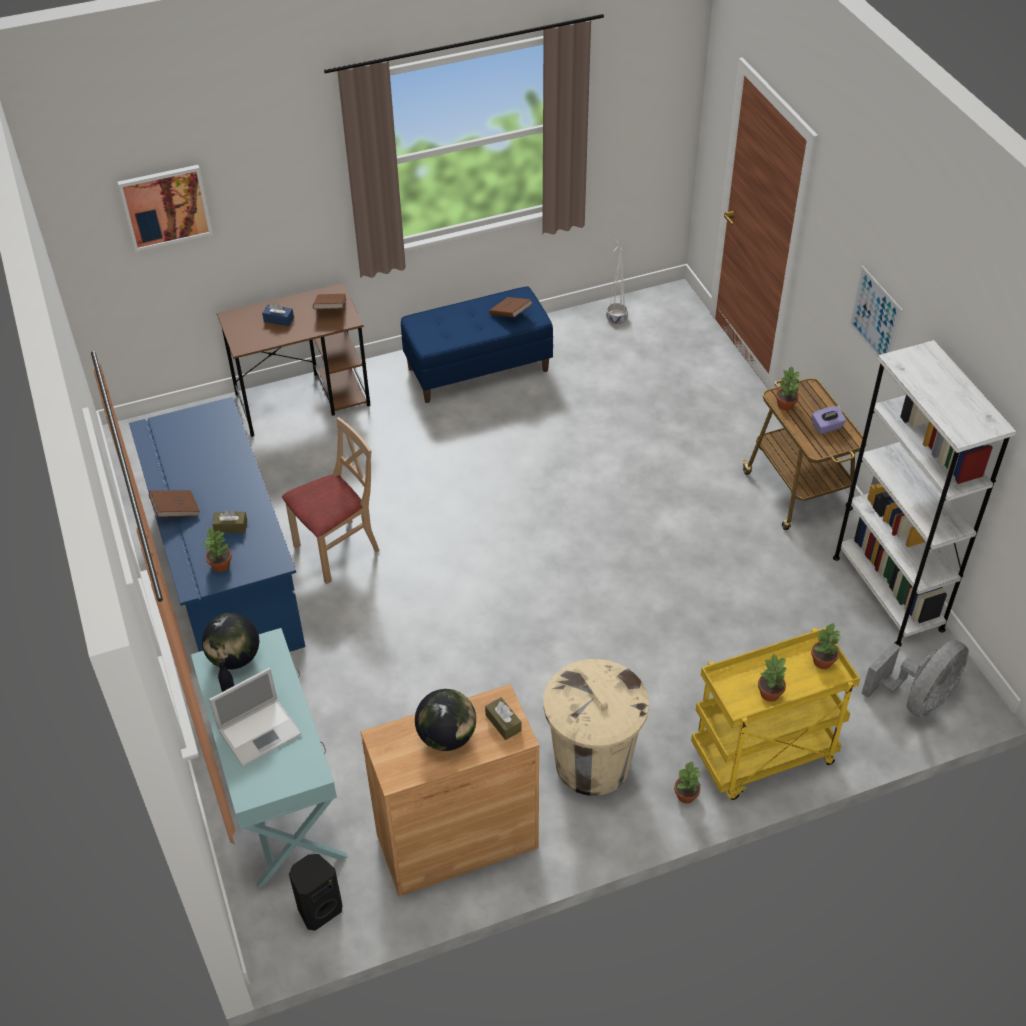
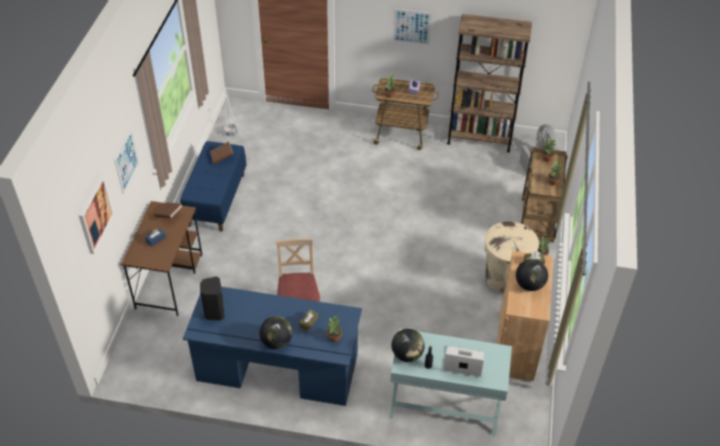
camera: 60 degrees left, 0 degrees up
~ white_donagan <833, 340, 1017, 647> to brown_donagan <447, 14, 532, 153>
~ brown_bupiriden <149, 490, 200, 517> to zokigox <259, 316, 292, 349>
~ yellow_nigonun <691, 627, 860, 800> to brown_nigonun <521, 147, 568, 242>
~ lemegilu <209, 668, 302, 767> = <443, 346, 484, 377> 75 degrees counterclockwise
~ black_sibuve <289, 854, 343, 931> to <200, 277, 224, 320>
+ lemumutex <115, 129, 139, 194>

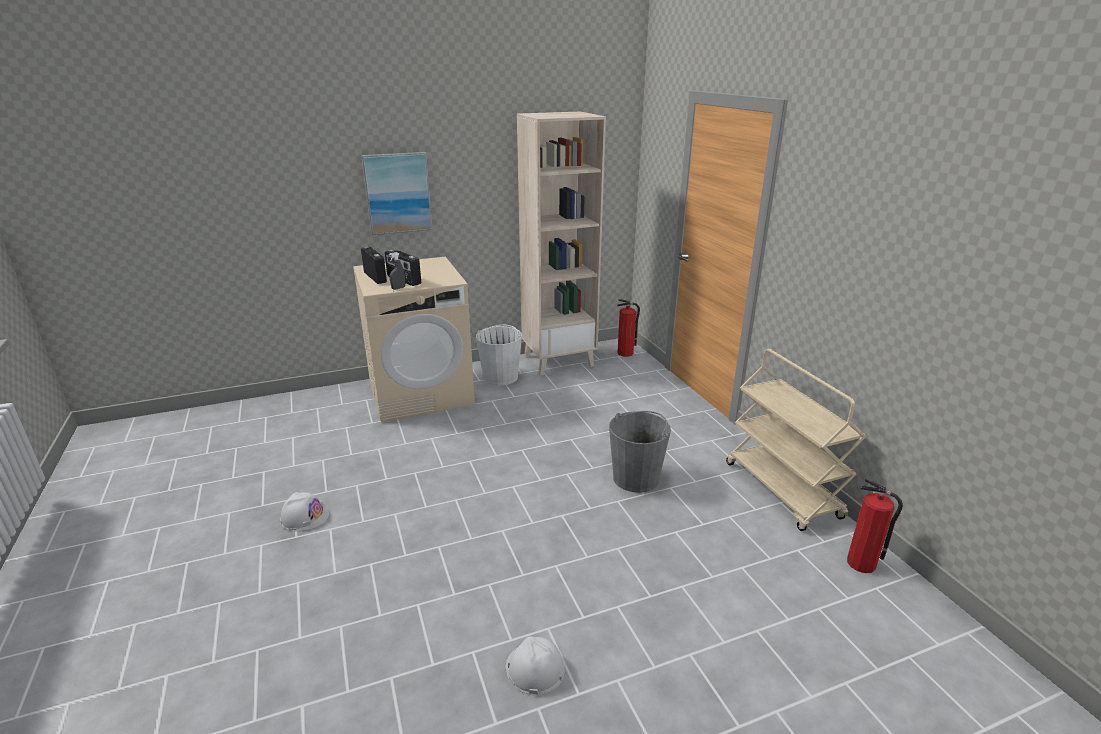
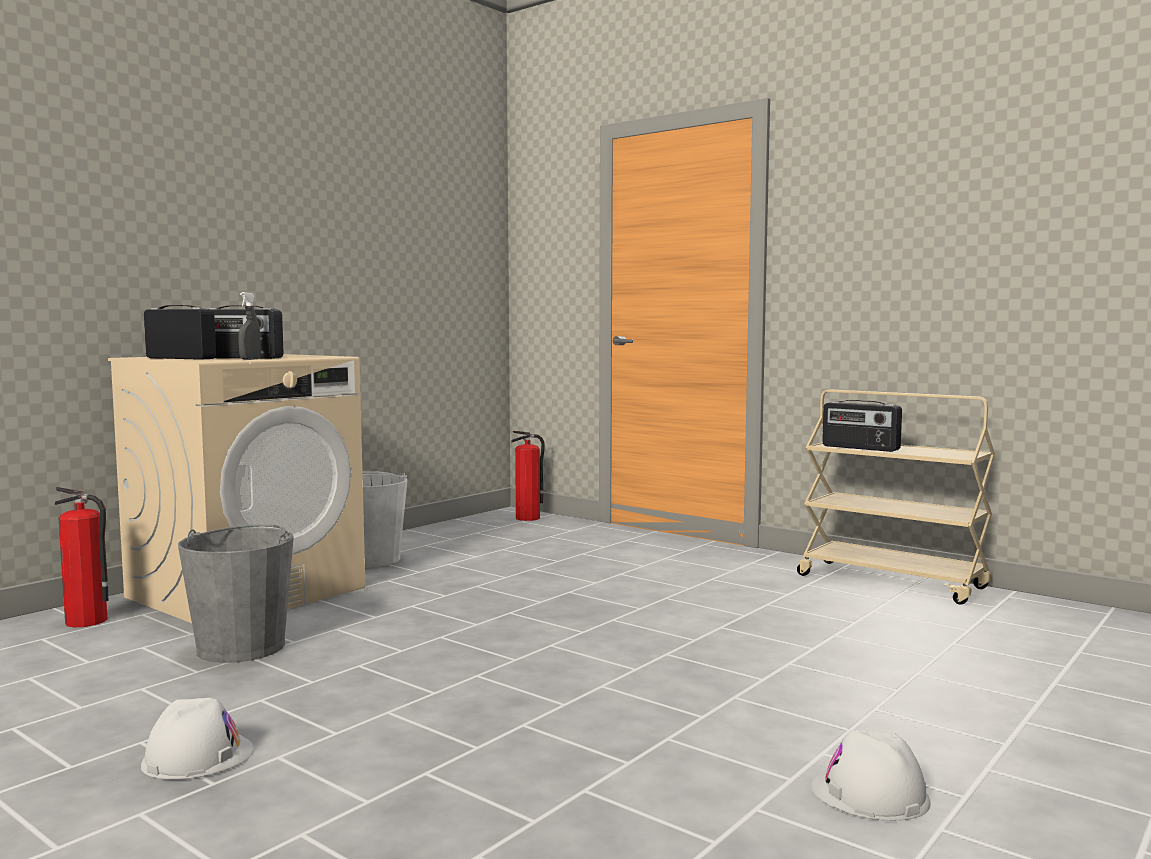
camera: 30 degrees left, 20 degrees down
- beige_donagan <517, 112, 606, 376>
- lemumutex <361, 152, 433, 235>
~ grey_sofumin <609, 411, 671, 493> to <178, 524, 294, 663>
~ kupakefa <847, 478, 903, 573> to <55, 487, 108, 627>
+ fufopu <822, 400, 902, 452>

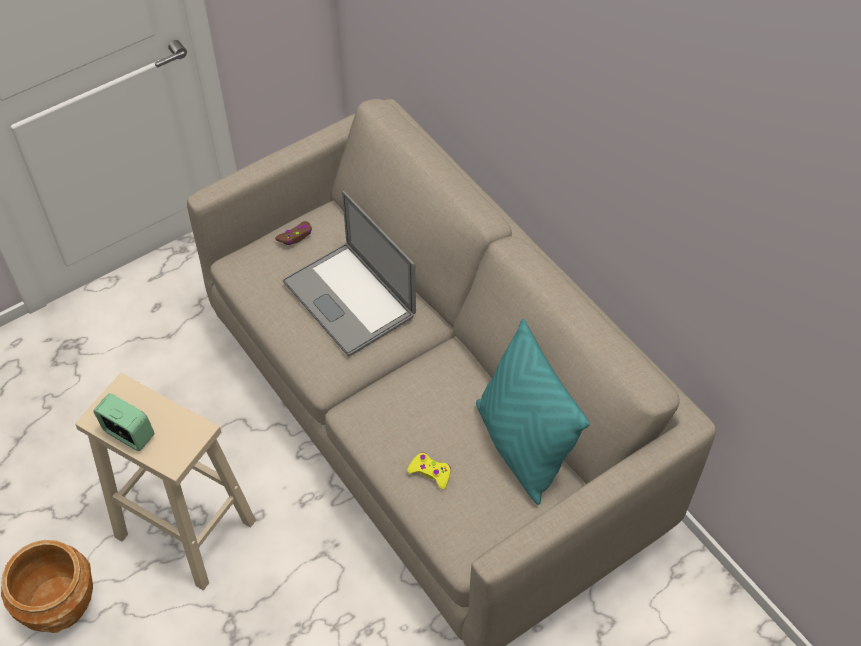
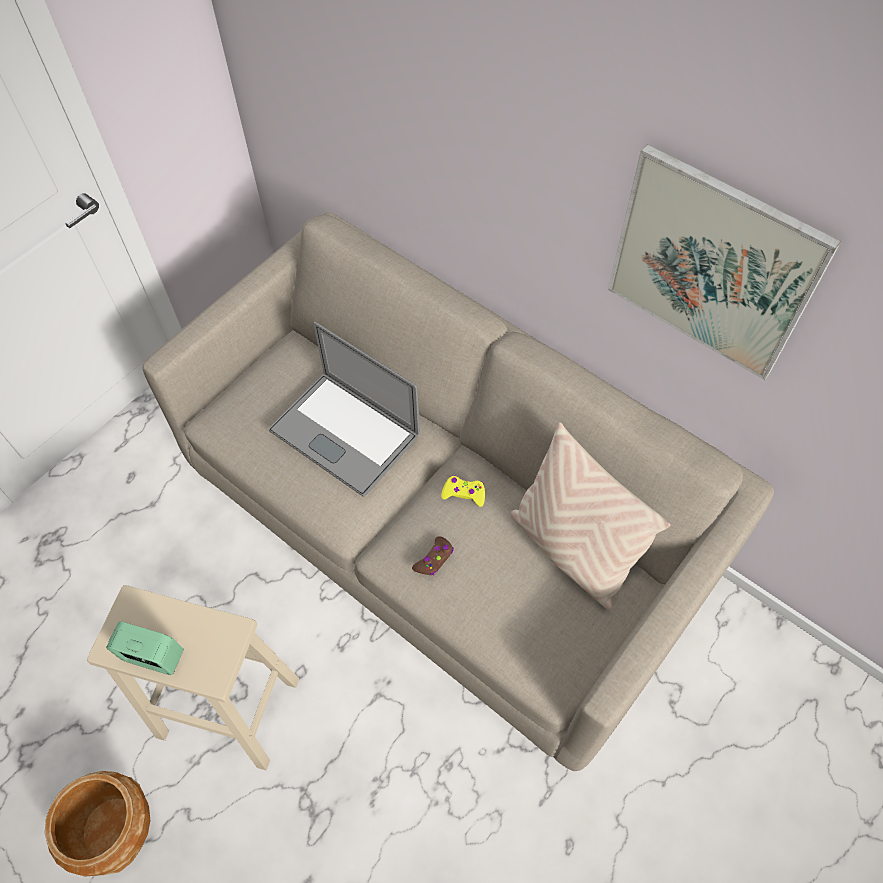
camera: 15 degrees left, 5 degrees up
~ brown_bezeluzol <275, 221, 312, 245> to <412, 536, 454, 575>
~ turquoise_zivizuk <476, 319, 590, 505> to beige_zivizuk <510, 422, 670, 610>
~ yellow_bezeluzol <407, 452, 451, 489> to <441, 475, 485, 507>
+ lemumutex <608, 144, 842, 380>

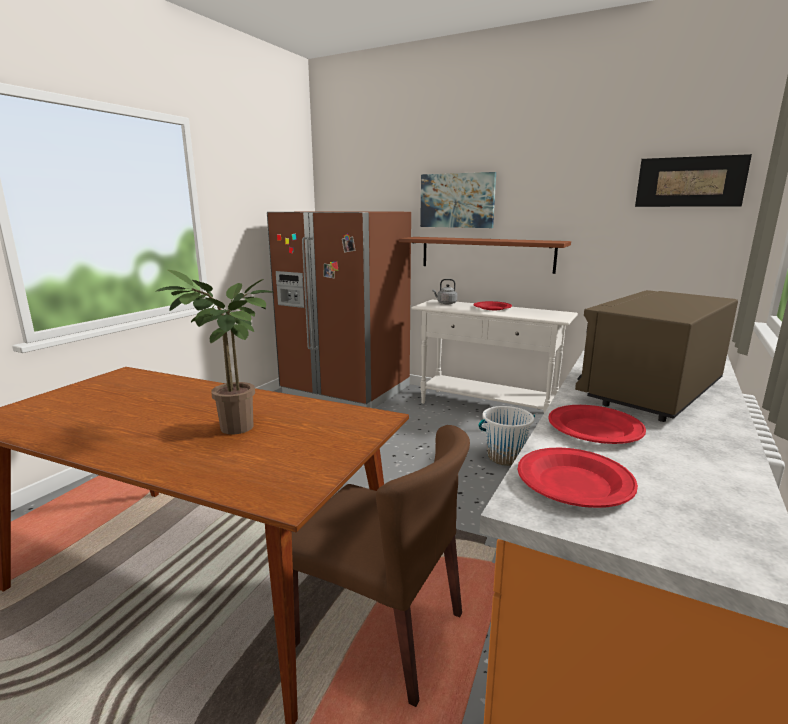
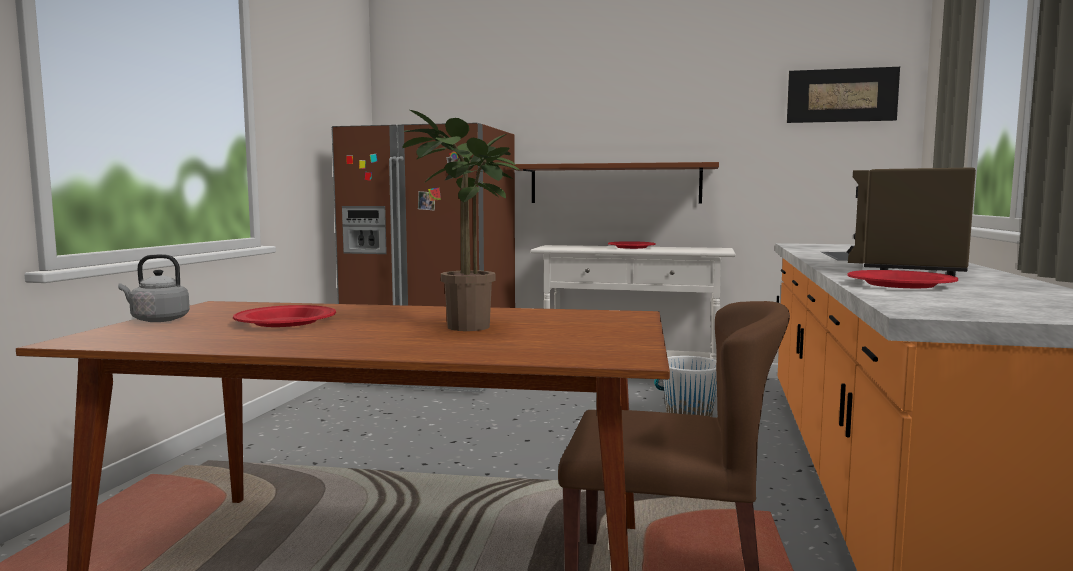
camera: 15 degrees left, 10 degrees down
- lemumutex <420, 172, 496, 228>
~ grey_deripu <432, 279, 457, 304> to <118, 254, 190, 322>
~ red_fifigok <518, 448, 638, 508> to <233, 305, 336, 327>

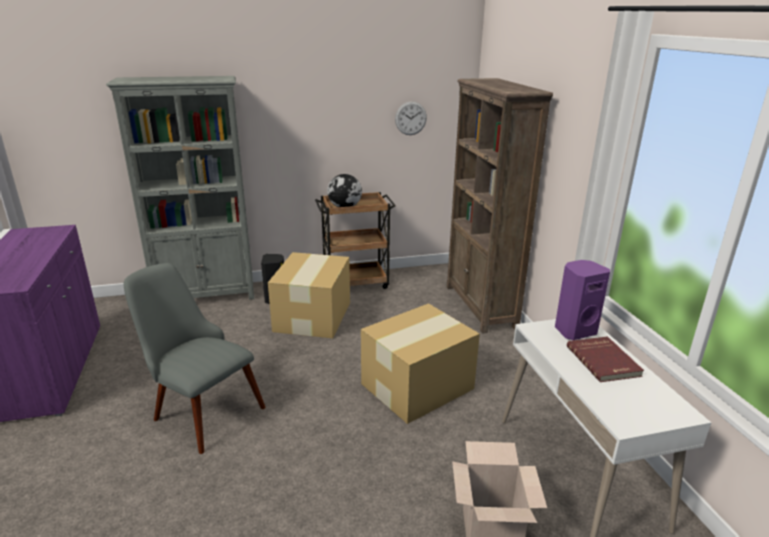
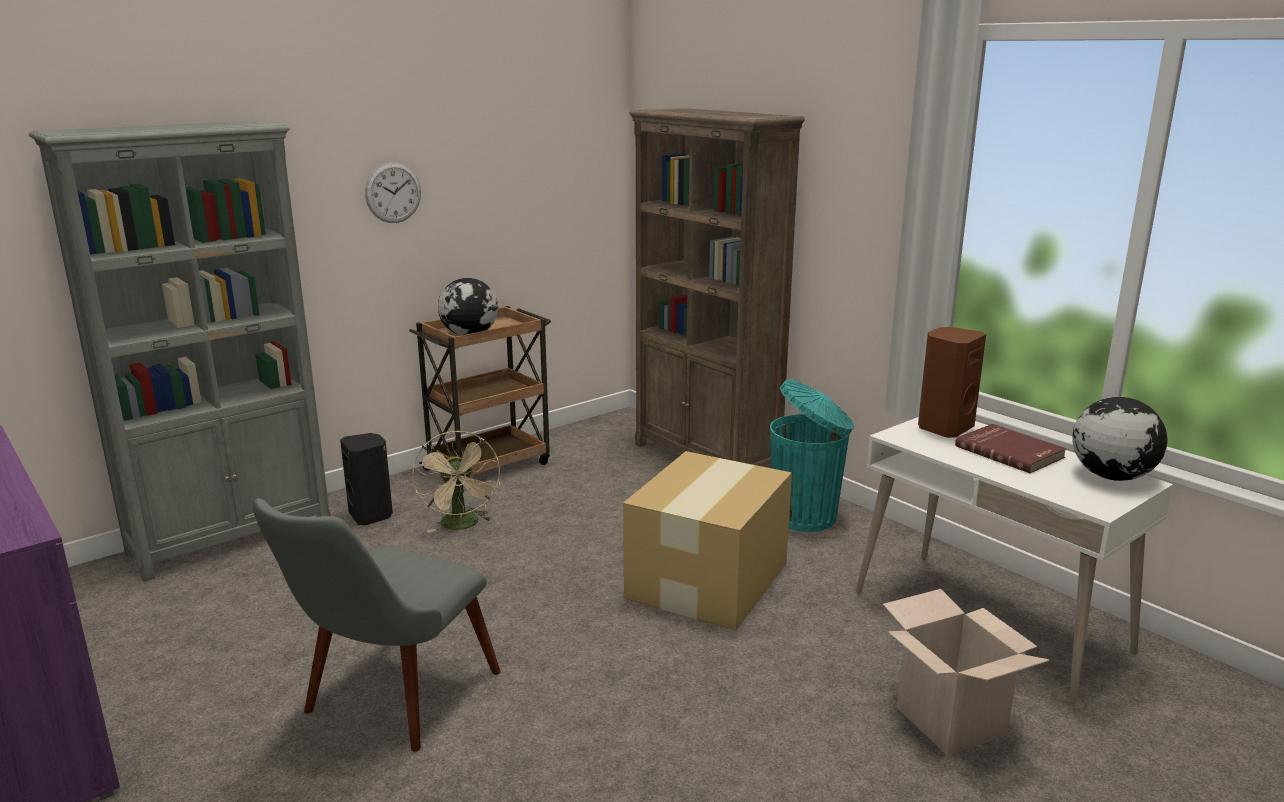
camera: 25 degrees left, 5 degrees down
~ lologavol <395, 101, 427, 135> to <365, 162, 421, 223>
~ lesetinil <268, 252, 350, 338> to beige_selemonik <412, 431, 500, 533>
~ purple_sibuve <555, 260, 610, 340> to brown_sibuve <918, 327, 986, 438>
~ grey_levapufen <123, 263, 266, 454> = <253, 498, 501, 752> 75 degrees counterclockwise
+ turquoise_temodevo <770, 379, 854, 532>
+ zokigox <1072, 397, 1168, 481>

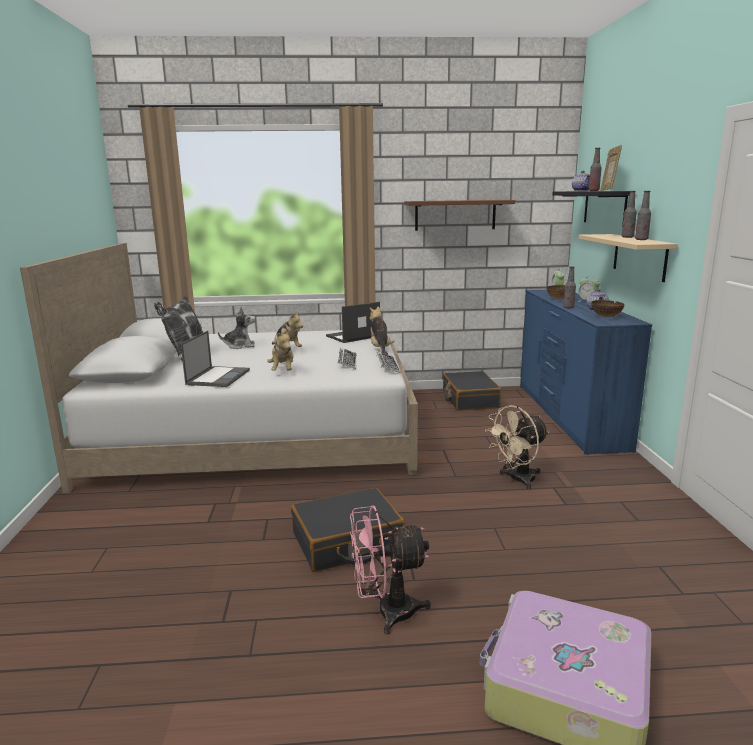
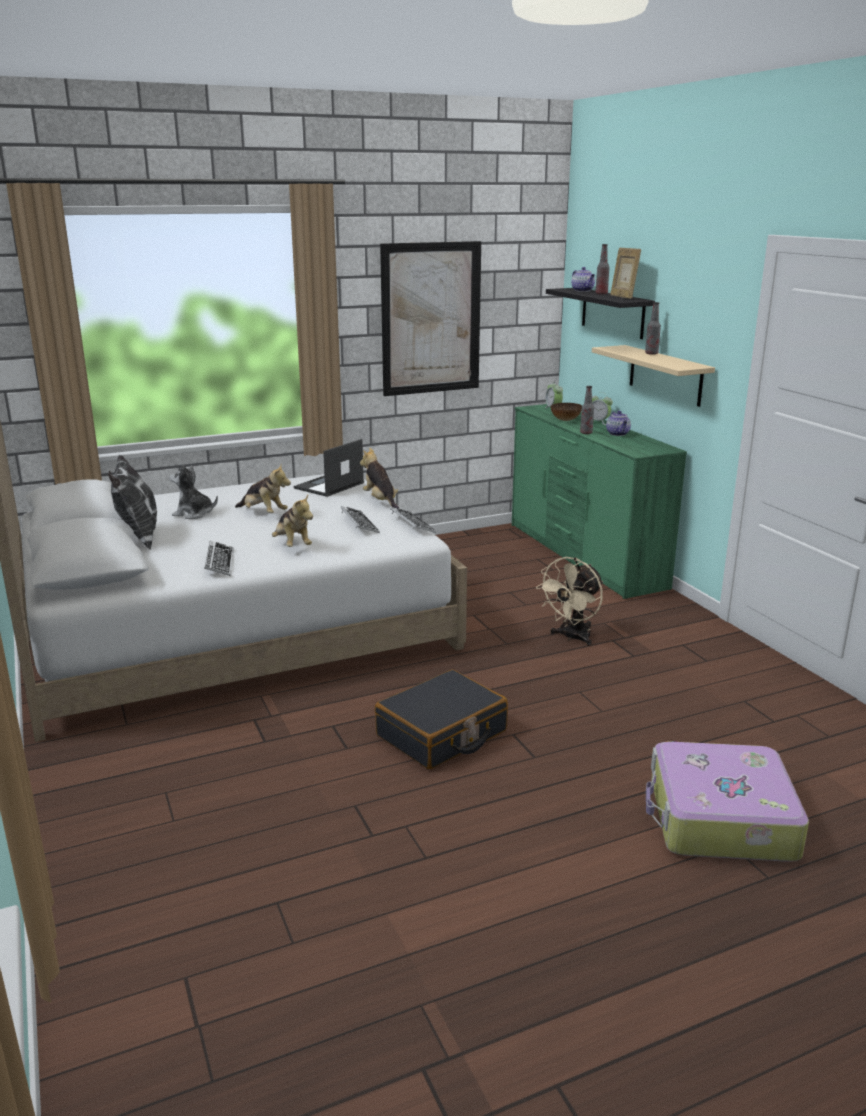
camera: 20 degrees left, 5 degrees up
- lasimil <635, 191, 651, 240>
~ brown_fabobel <405, 200, 515, 231> to lemumutex <380, 241, 481, 396>
~ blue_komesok <520, 290, 652, 455> to green_komesok <512, 404, 687, 599>
- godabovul <591, 300, 625, 318>
~ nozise <218, 307, 256, 349> = <169, 464, 218, 519> 135 degrees counterclockwise
~ lemegilu <181, 331, 250, 387> to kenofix <204, 540, 234, 576>
- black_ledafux <443, 371, 501, 411>
- pink_selemonik <350, 505, 431, 634>

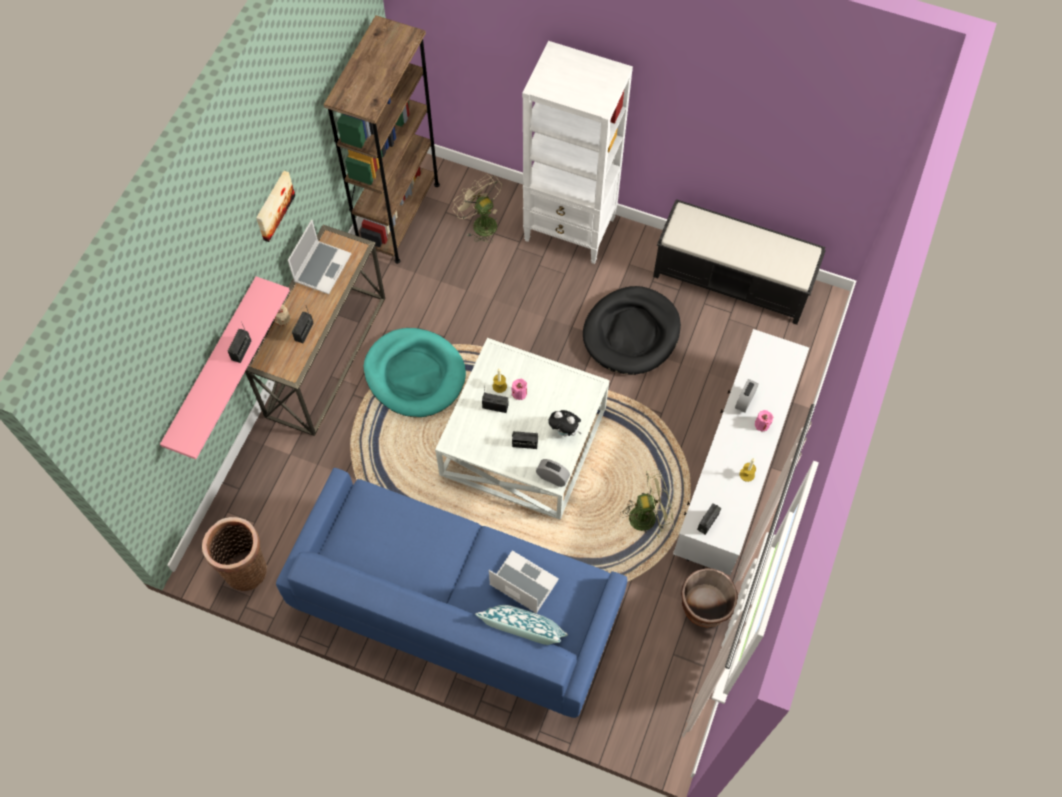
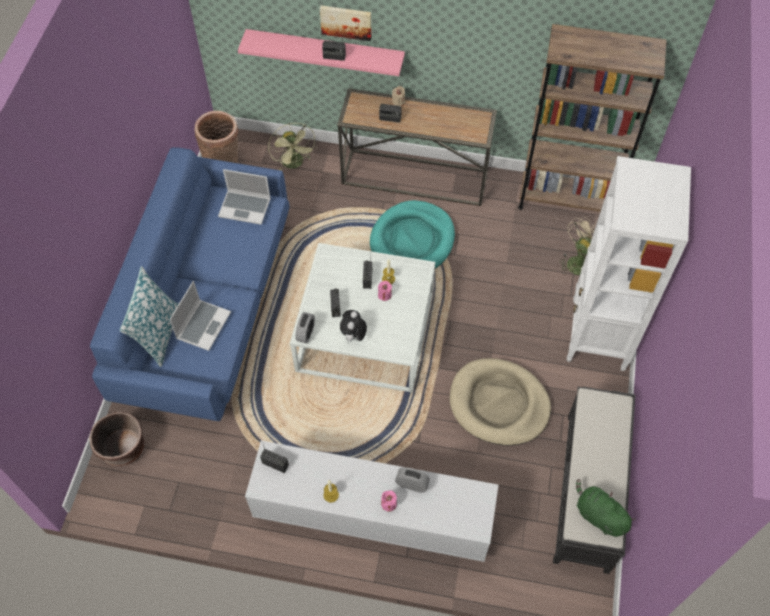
camera: 80 degrees right, 5 degrees down
~ lemumutex <256, 171, 295, 242> to <320, 5, 372, 41>
~ lemegilu <288, 220, 351, 294> to <218, 169, 271, 225>
~ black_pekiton <583, 286, 681, 375> to beige_pekiton <450, 358, 551, 446>
~ green_selemonik <620, 469, 673, 537> to <268, 123, 317, 170>
~ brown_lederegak <681, 568, 738, 628> to <89, 412, 144, 466>
+ green_nozise <576, 479, 636, 537>

